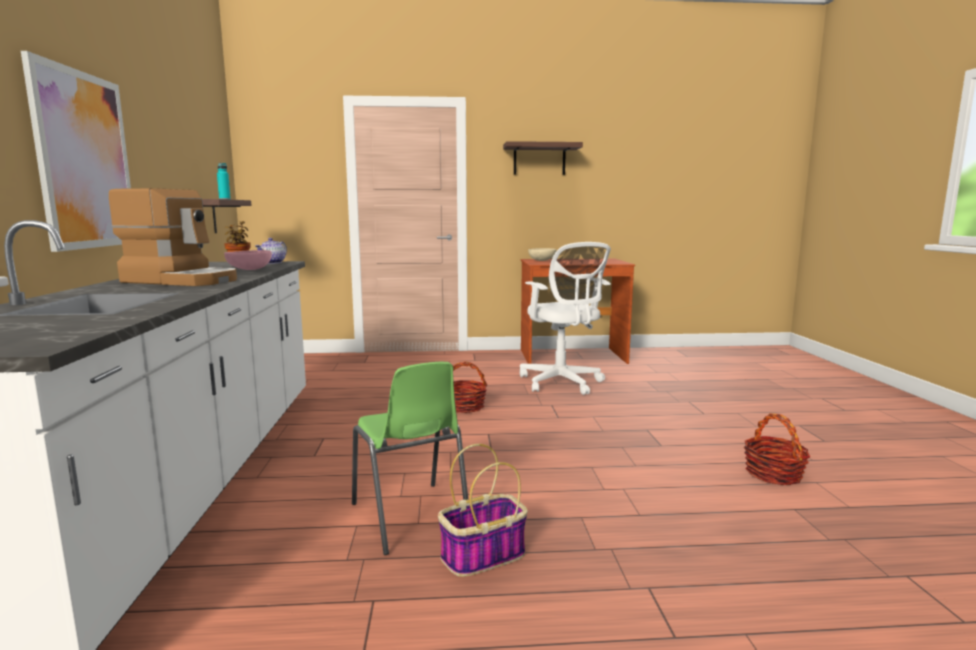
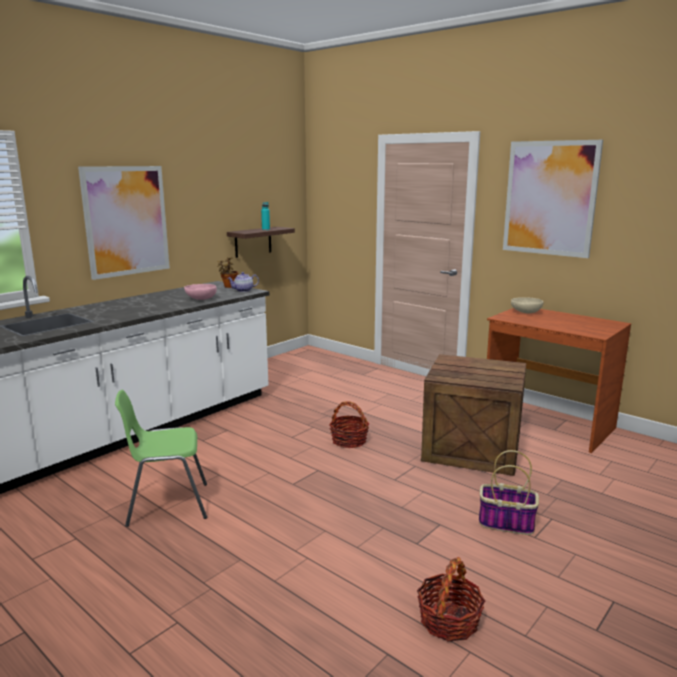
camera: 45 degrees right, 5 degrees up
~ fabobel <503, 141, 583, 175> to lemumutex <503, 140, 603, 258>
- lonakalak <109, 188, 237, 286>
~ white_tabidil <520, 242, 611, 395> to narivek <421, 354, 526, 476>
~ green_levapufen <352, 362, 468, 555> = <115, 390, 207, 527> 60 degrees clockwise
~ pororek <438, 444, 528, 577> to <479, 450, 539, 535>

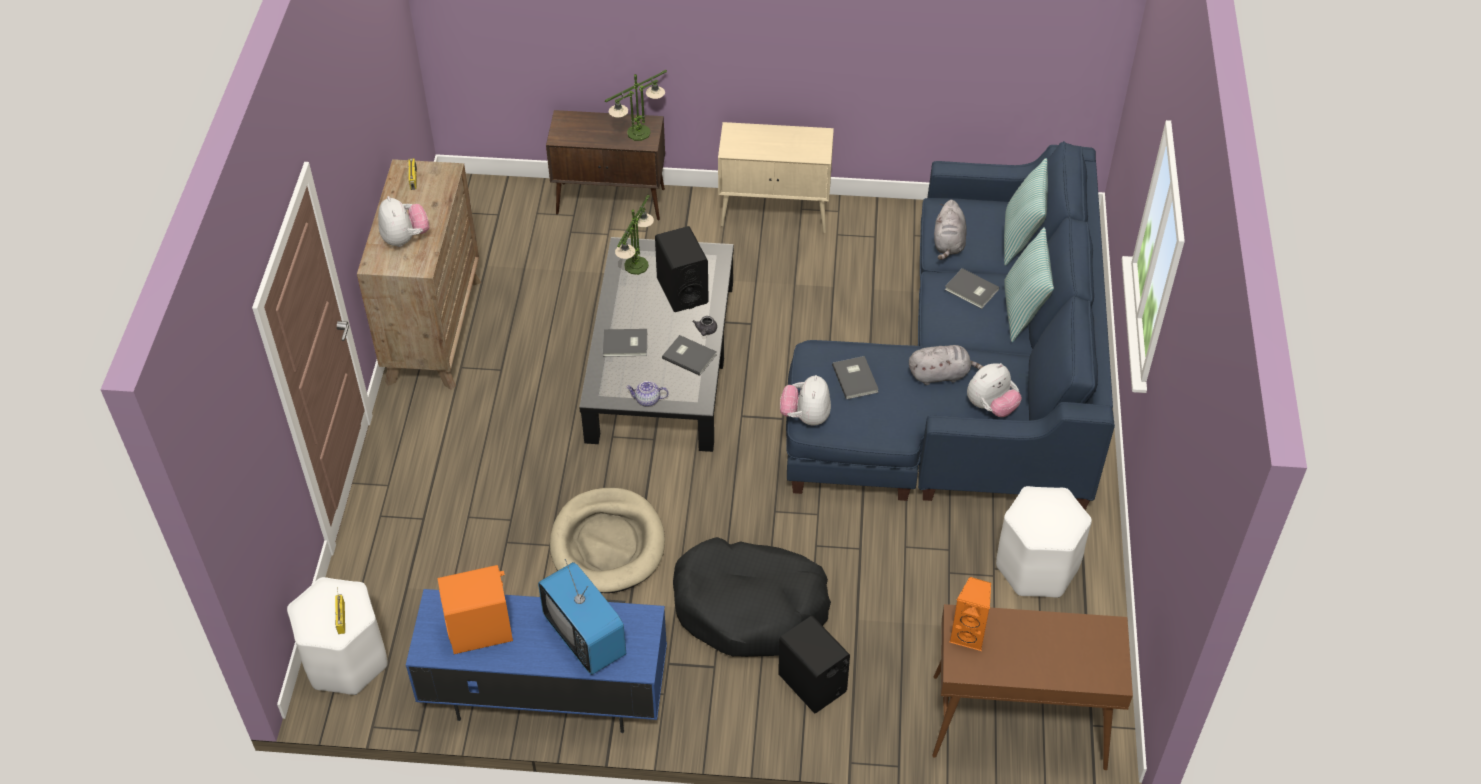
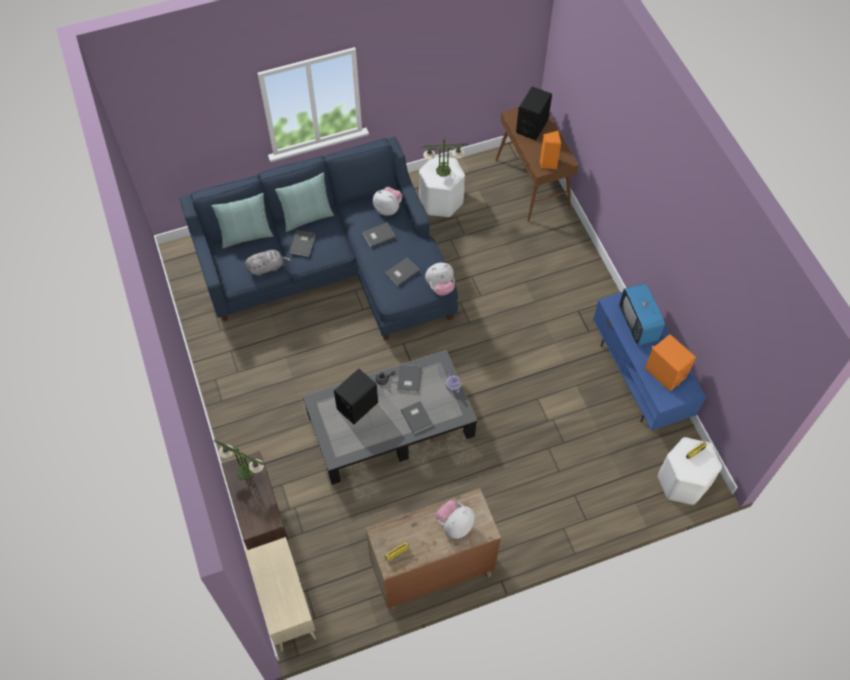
camera: 115 degrees left, 10 degrees up
~ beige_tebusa <718, 122, 834, 233> to <245, 537, 316, 652>
~ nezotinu <615, 195, 654, 275> to <420, 139, 468, 177>
~ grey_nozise <909, 345, 983, 385> to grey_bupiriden <363, 222, 396, 248>
- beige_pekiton <550, 488, 665, 593>
- black_pekiton <673, 537, 831, 657>
~ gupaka <538, 559, 626, 675> = <619, 281, 665, 346> 135 degrees clockwise
~ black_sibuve <778, 616, 850, 713> to <516, 87, 552, 140>

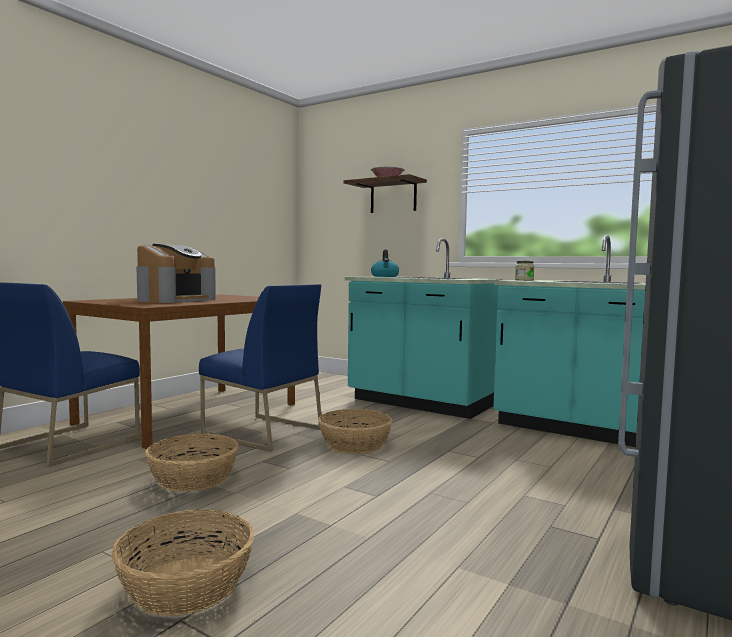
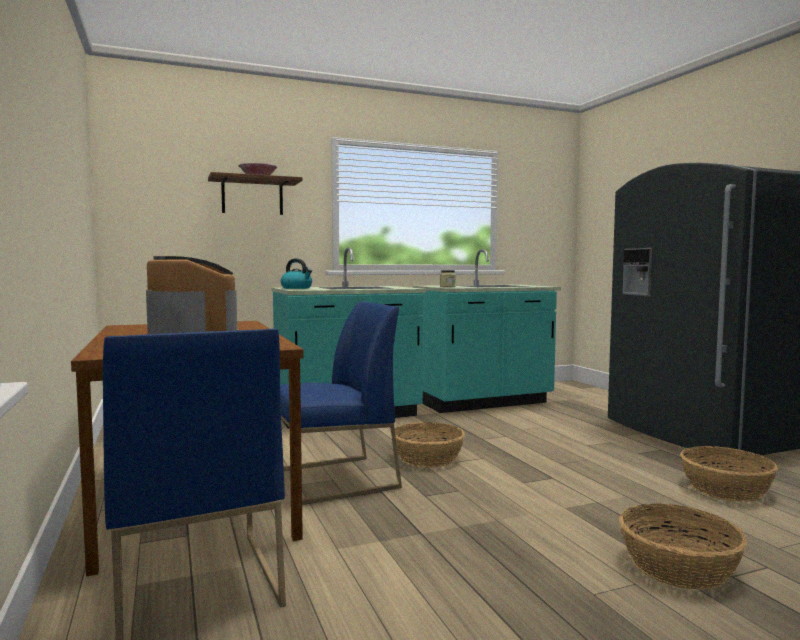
camera: 55 degrees left, 0 degrees up
~ pororek <145, 434, 239, 492> to <680, 446, 778, 502>

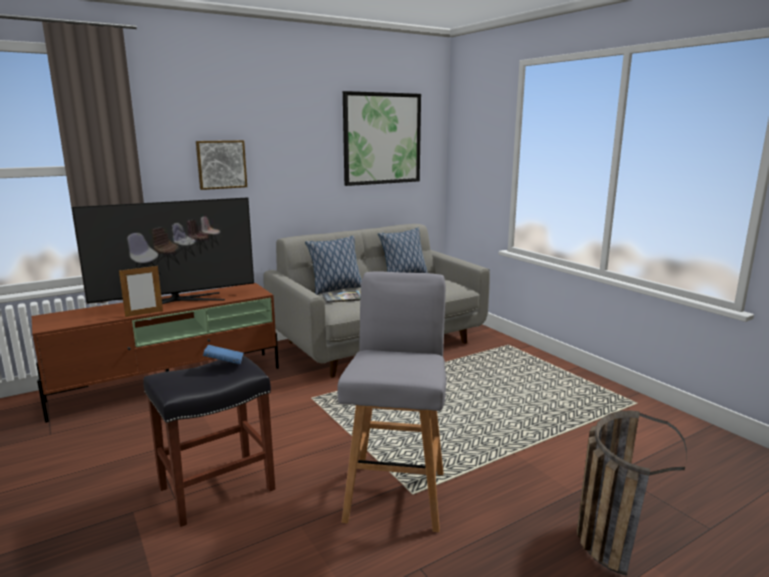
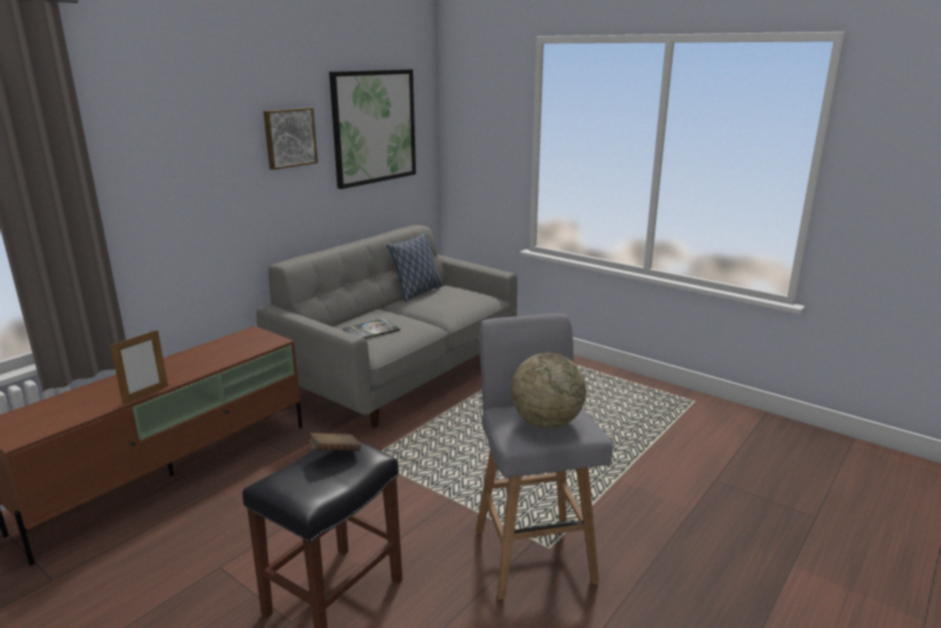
camera: 20 degrees left, 5 degrees up
~ lemumutex <196, 140, 247, 190> to <263, 107, 318, 170>
- gupaka <72, 197, 254, 304>
- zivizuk <305, 235, 362, 295>
~ blue_bupiriden <203, 345, 244, 364> to brown_bupiriden <309, 433, 361, 451>
- pororek <577, 411, 687, 576>
+ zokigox <511, 353, 586, 428>

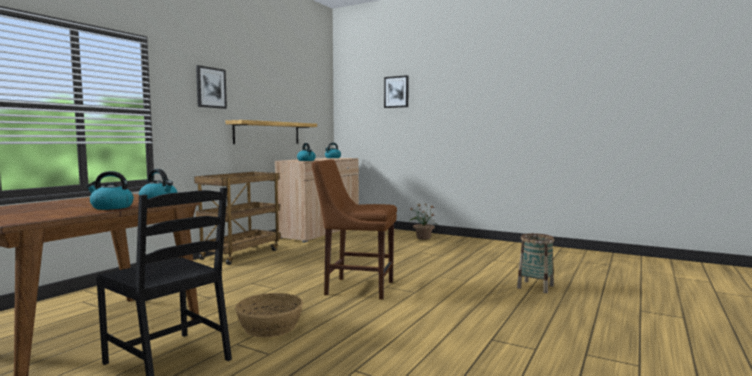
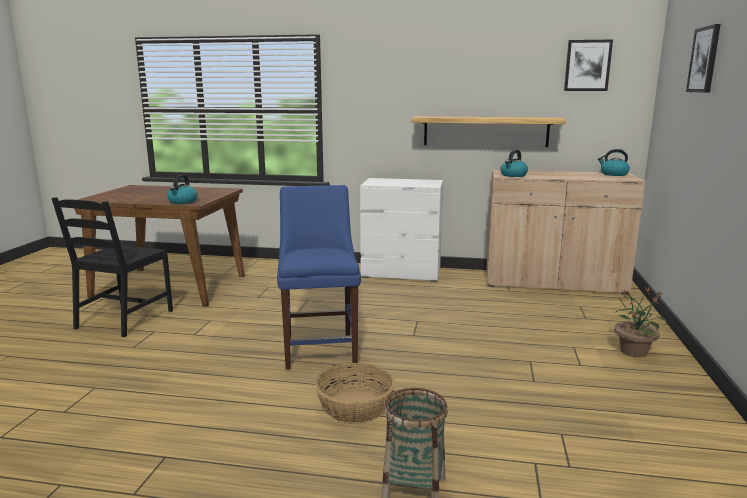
camera: 70 degrees right, 10 degrees up
~ lemumutex <196, 65, 227, 109> to <564, 39, 613, 91>
~ brown_levapufen <311, 159, 397, 300> to blue_levapufen <277, 185, 361, 370>
- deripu <86, 171, 134, 210>
~ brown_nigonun <194, 172, 281, 265> to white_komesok <360, 178, 443, 282>
~ pororek <235, 293, 303, 338> to <315, 363, 395, 424>

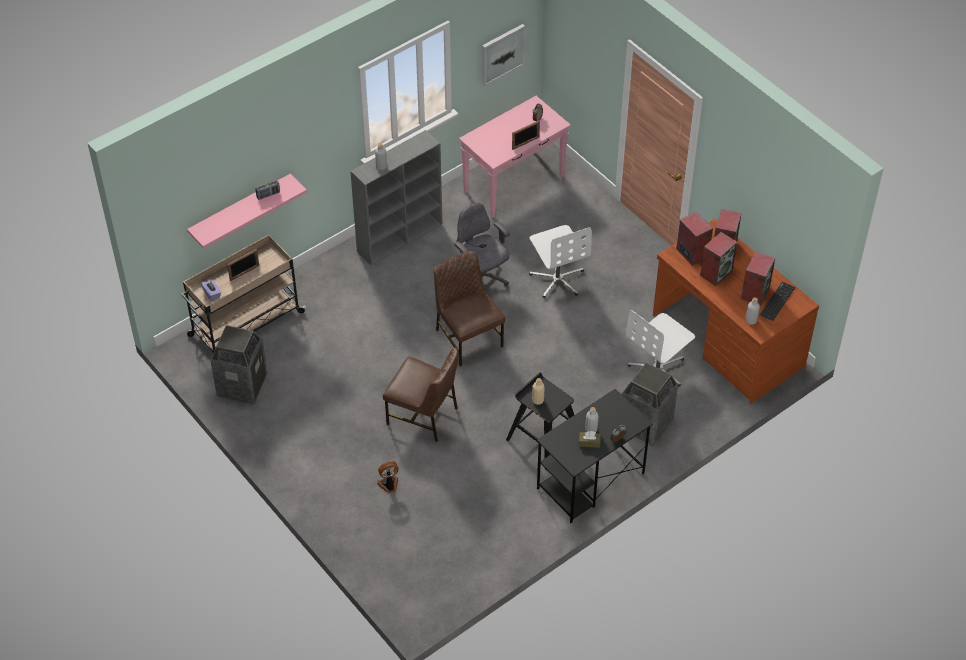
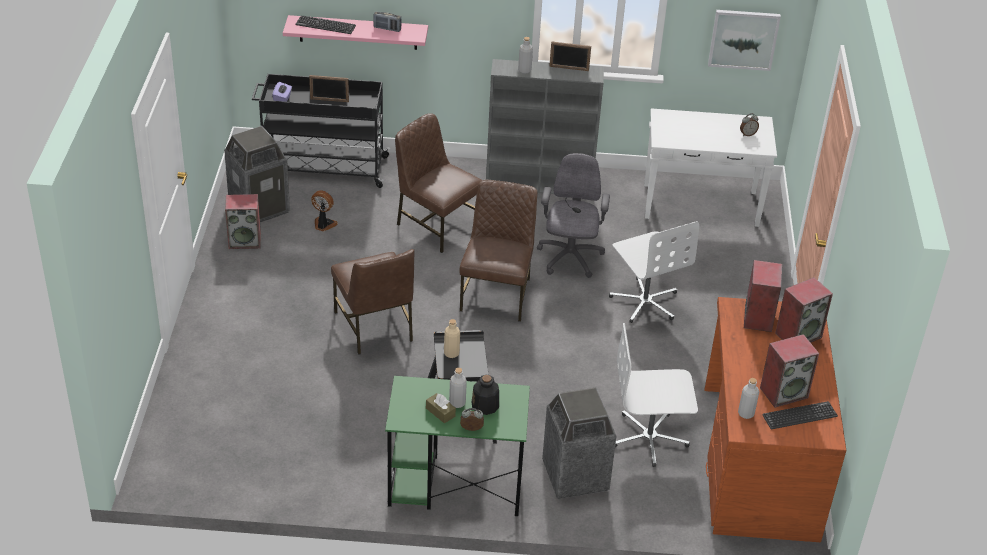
camera: 40 degrees right, 10 degrees down
~ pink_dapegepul <459, 96, 571, 218> to white_dapegepul <644, 108, 777, 227>
~ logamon <512, 120, 540, 150> to <549, 41, 591, 71>
~ white_tabidil <529, 225, 592, 298> = <609, 221, 699, 323> 45 degrees counterclockwise
~ sibuve <700, 232, 738, 286> to <225, 194, 261, 249>
~ beige_nigonun <181, 235, 306, 354> to black_nigonun <252, 74, 391, 188>
~ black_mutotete <537, 389, 652, 523> to green_mutotete <385, 376, 530, 516>
~ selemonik <377, 461, 399, 493> to <311, 190, 338, 231>
+ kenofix <295, 16, 356, 34>
+ brown_levapufen <395, 113, 482, 253>
+ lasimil <472, 375, 499, 415>

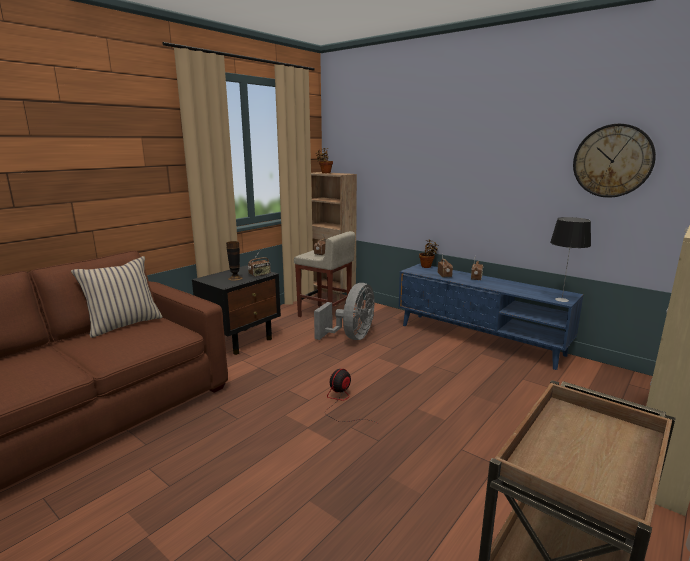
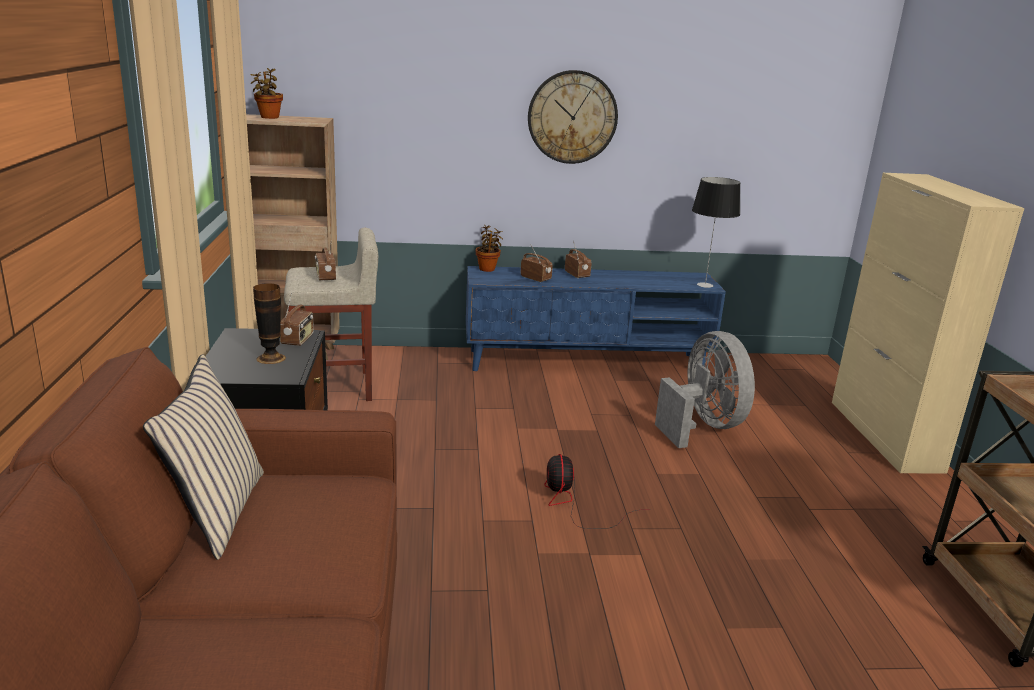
camera: 45 degrees left, 5 degrees up
~ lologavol <573, 124, 656, 198> to <528, 70, 618, 164>
~ grey_selemonik <314, 283, 374, 340> to <655, 331, 755, 448>

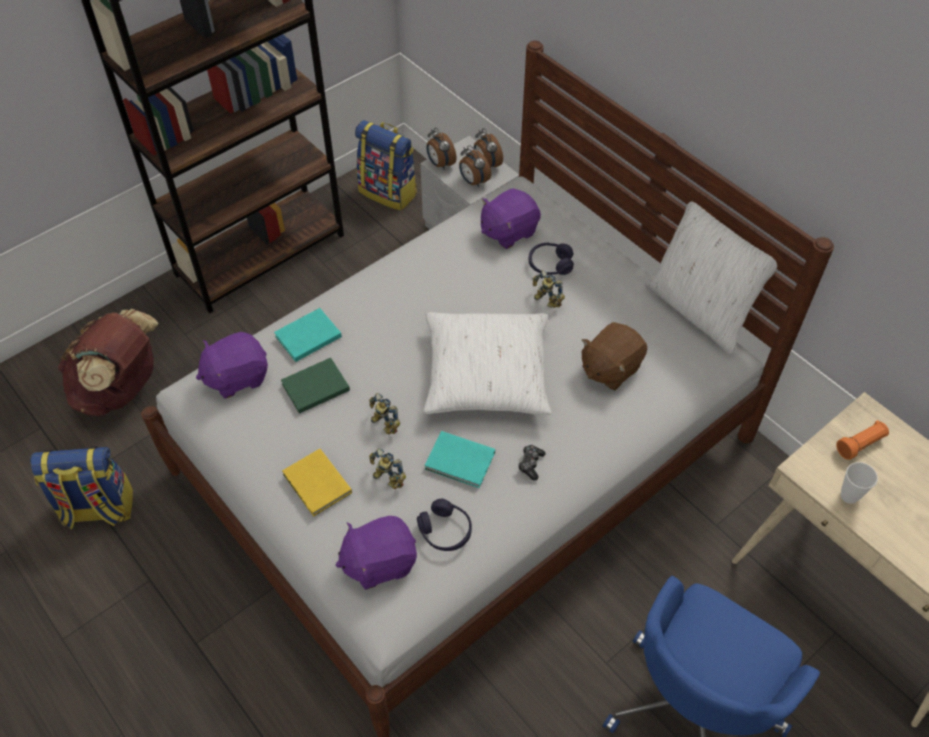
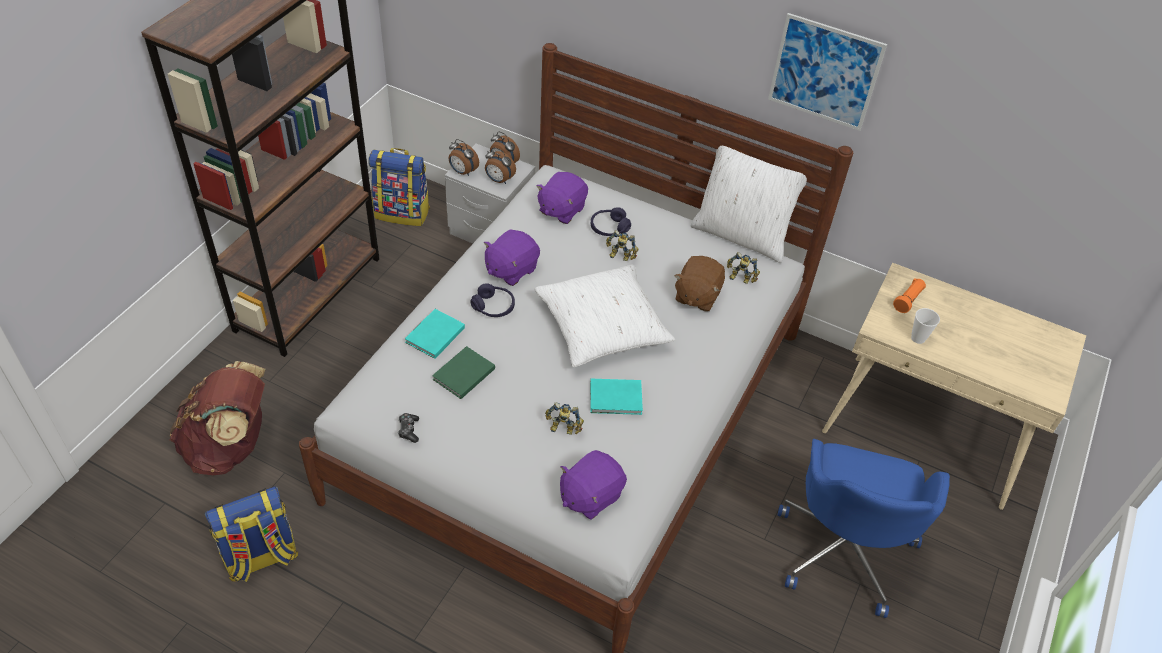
camera: 25 degrees left, 5 degrees down
~ purple_nozise <196, 332, 268, 399> to <484, 229, 540, 286>
~ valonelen <369, 393, 400, 435> to <727, 252, 760, 284>
~ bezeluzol <518, 445, 545, 480> to <398, 413, 419, 443>
- yellow_bupiriden <282, 449, 352, 517>
~ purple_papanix <417, 499, 472, 551> to <470, 283, 515, 317>
+ lemumutex <768, 13, 887, 131>

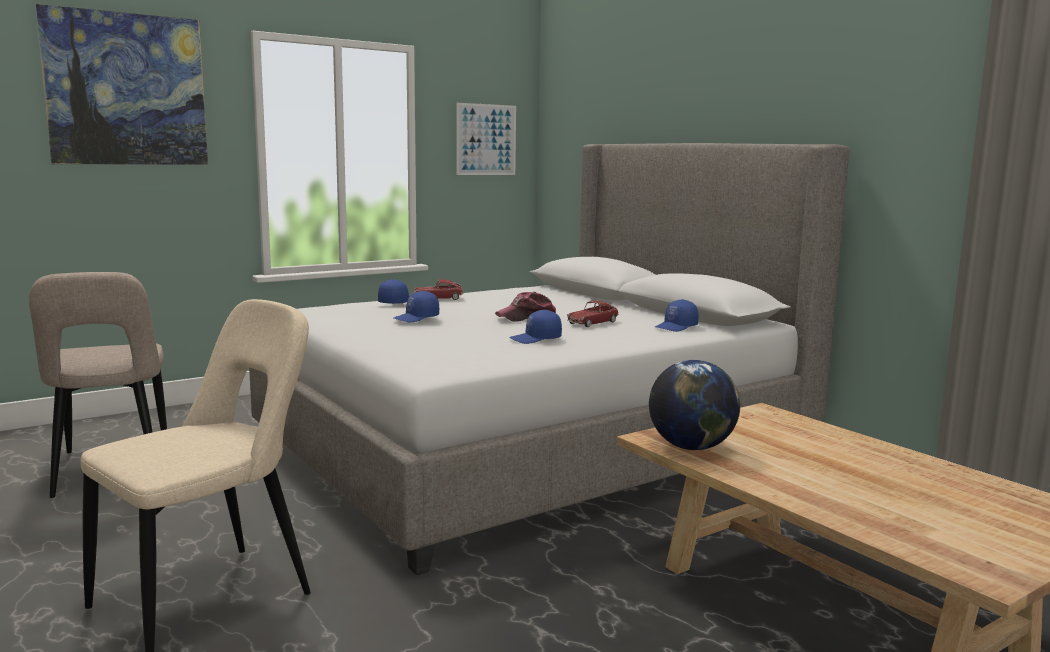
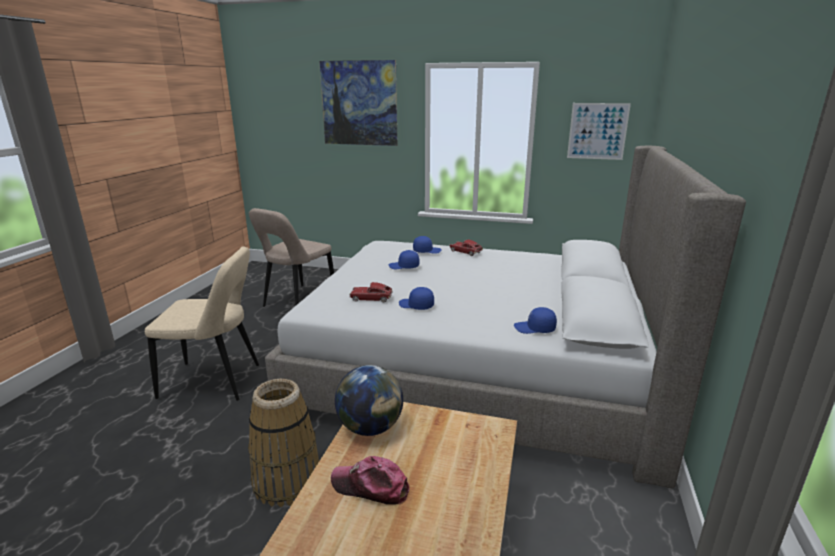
camera: 50 degrees right, 10 degrees up
~ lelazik <495, 292, 556, 322> to <331, 456, 409, 505>
~ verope <567, 301, 619, 327> to <350, 282, 393, 303>
+ pororek <248, 379, 319, 507>

